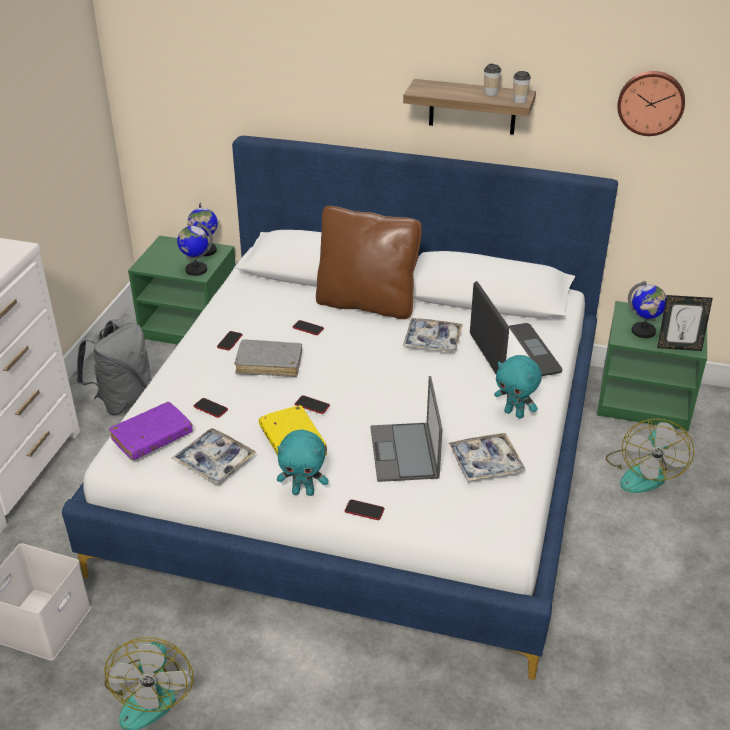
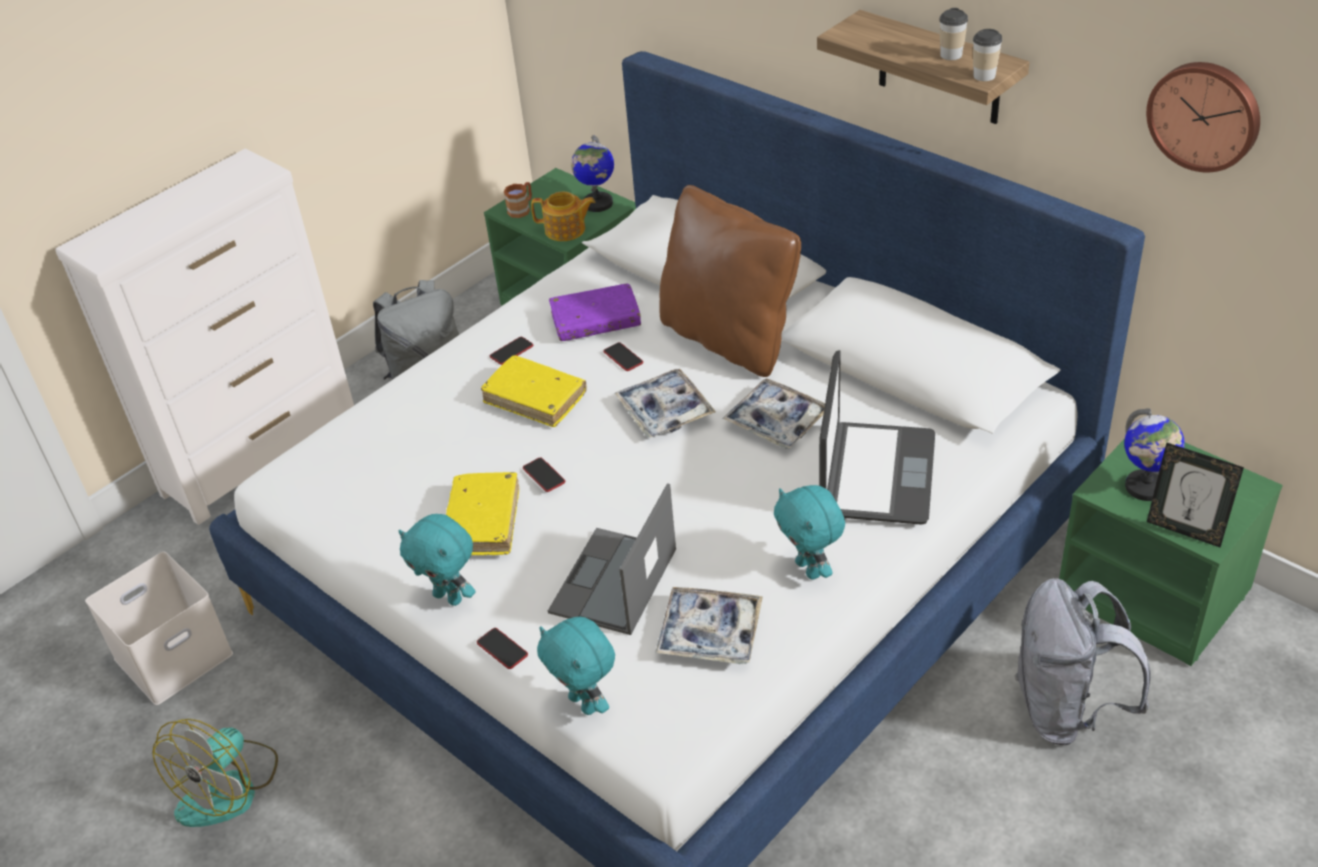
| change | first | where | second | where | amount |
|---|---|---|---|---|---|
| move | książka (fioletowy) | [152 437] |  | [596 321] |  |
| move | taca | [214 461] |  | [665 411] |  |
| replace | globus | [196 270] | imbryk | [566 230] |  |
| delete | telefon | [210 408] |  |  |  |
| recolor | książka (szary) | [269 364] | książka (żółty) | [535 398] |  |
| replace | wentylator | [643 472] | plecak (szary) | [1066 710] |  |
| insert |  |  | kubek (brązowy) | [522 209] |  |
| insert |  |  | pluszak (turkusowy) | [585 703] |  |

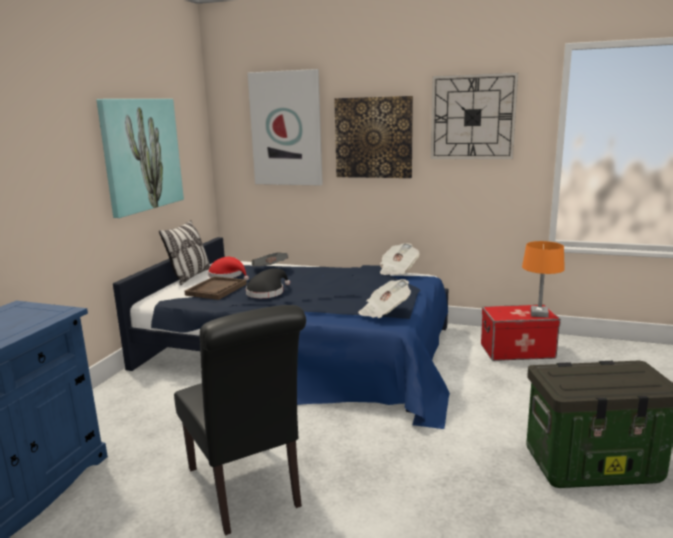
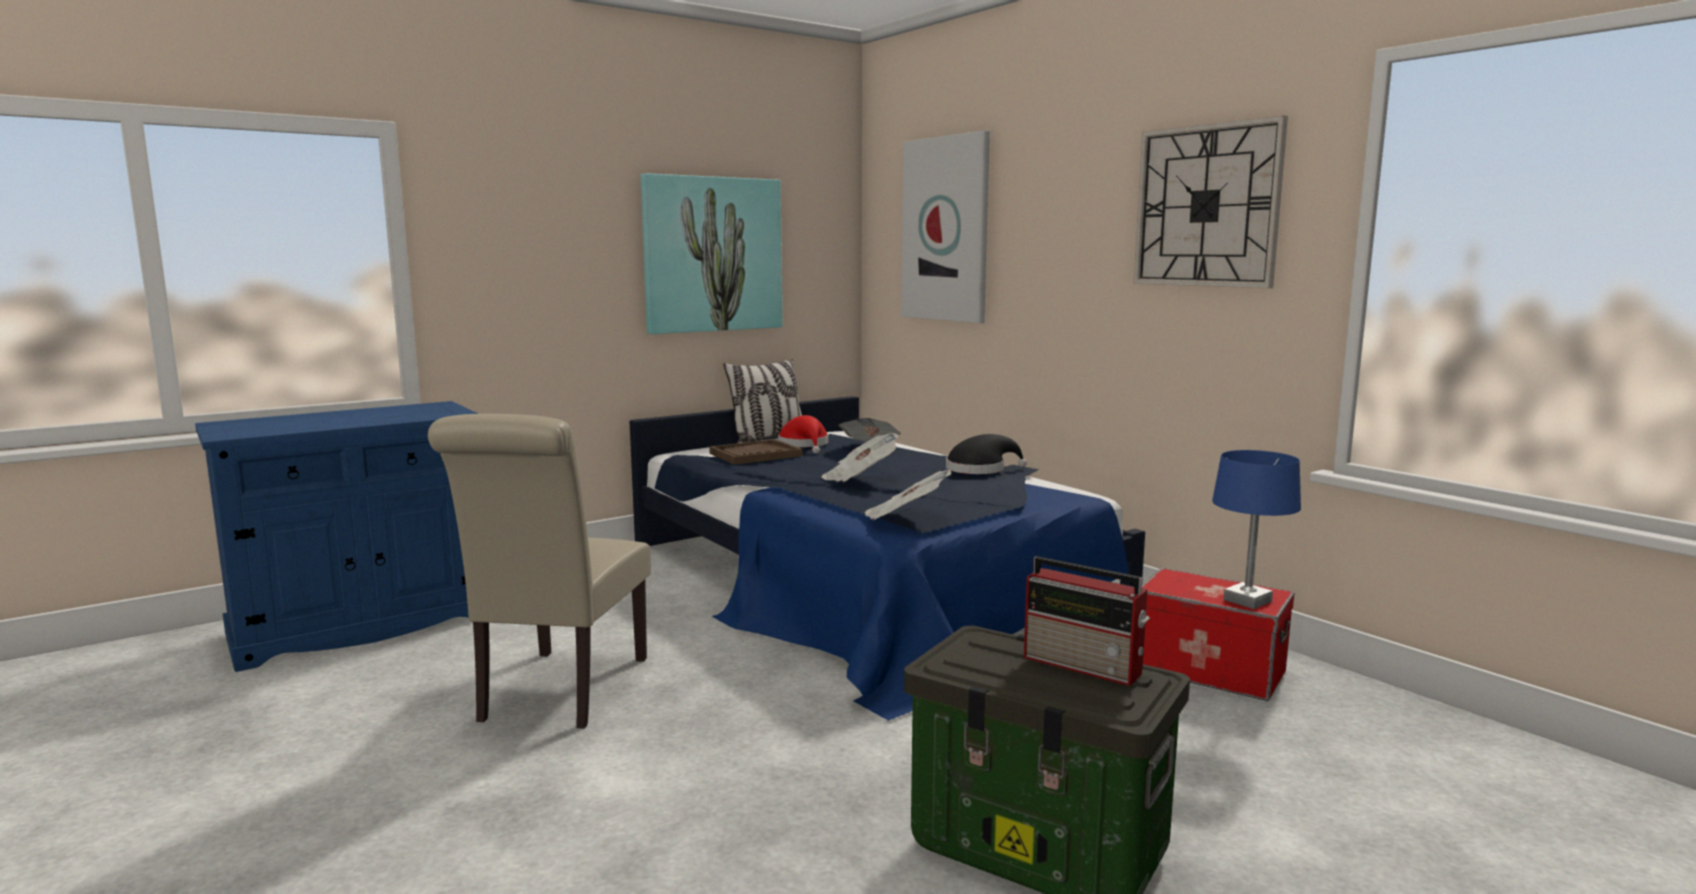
| change | first | where | second | where | amount |
|---|---|---|---|---|---|
| recolor | krzesło (czarny) | [247 490] | krzesło (beżowy) | [559 693] |  |
| move | kapelusz (czarny) | [267 292] |  | [980 469] |  |
| delete | obraz | [373 137] |  |  |  |
| move | gazeta | [397 270] |  | [860 478] |  |
| recolor | lampa stołowa (pomarańczowy) | [539 314] | lampa stołowa (niebieski) | [1247 601] |  |
| insert |  |  | radio | [1085 666] |  |

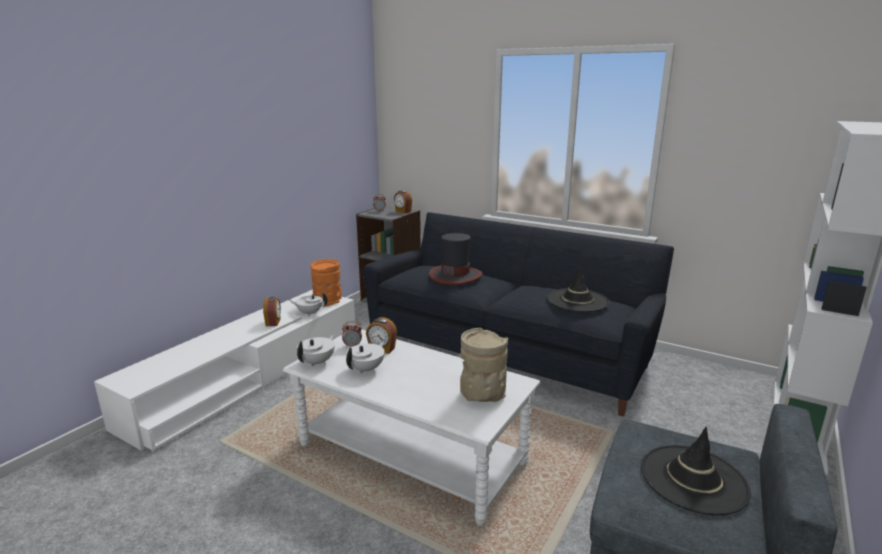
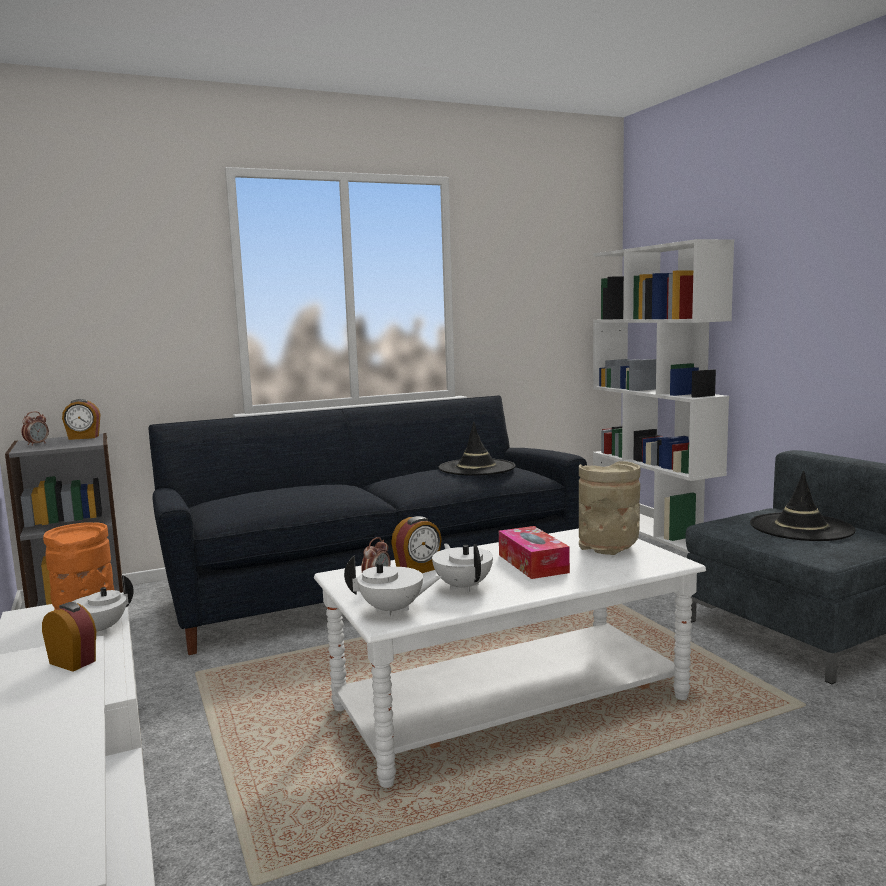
| change | first | where | second | where | amount |
|---|---|---|---|---|---|
| rotate | imbryk (biały) | [318 362] |  | [392 610] | 120 degrees clockwise |
| delete | kapelusz | [455 276] |  |  |  |
| insert |  |  | pudełko chusteczek | [532 563] |  |

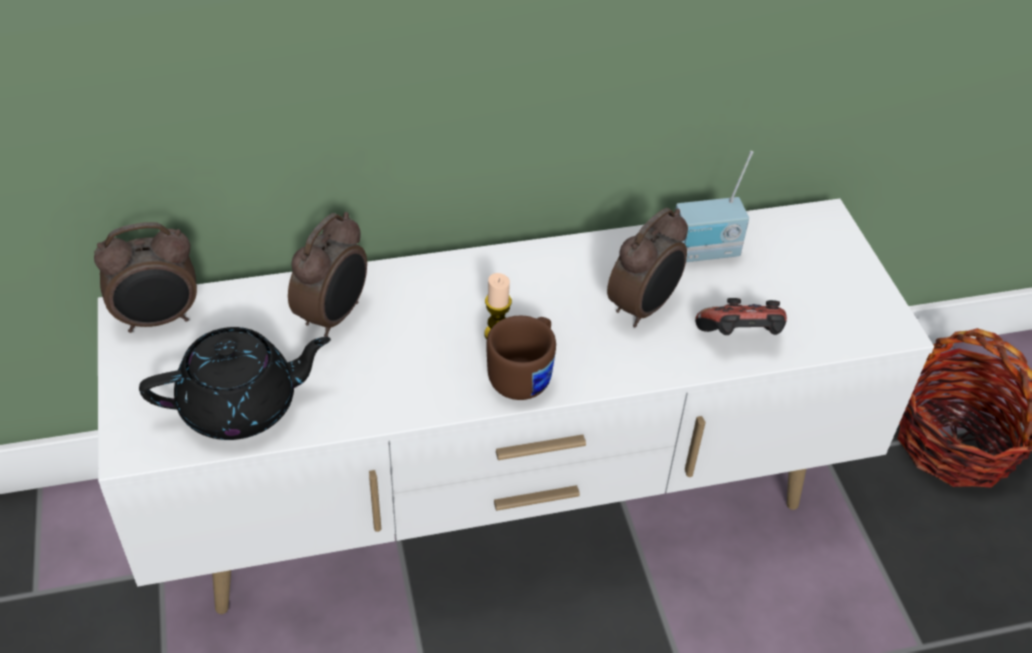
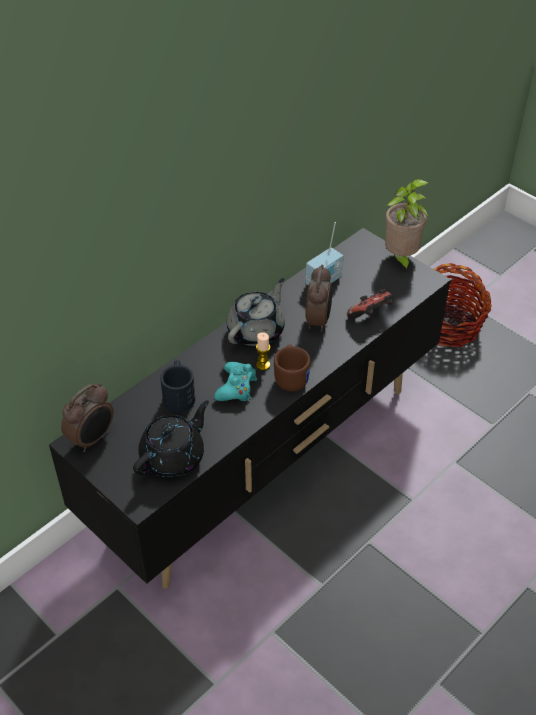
| change | first | where | second | where | amount |
|---|---|---|---|---|---|
| recolor | szafka pod telewizor (biały) | [508 506] | szafka pod telewizor (czarny) | [267 461] |  |
| replace | budzik | [334 316] | kubek (czarny) | [179 394] |  |
| insert |  |  | pad do gier (turkusowy) | [236 387] |  |
| insert |  |  | imbryk (szary) | [257 330] |  |
| insert |  |  | roślina doniczkowa | [400 258] |  |

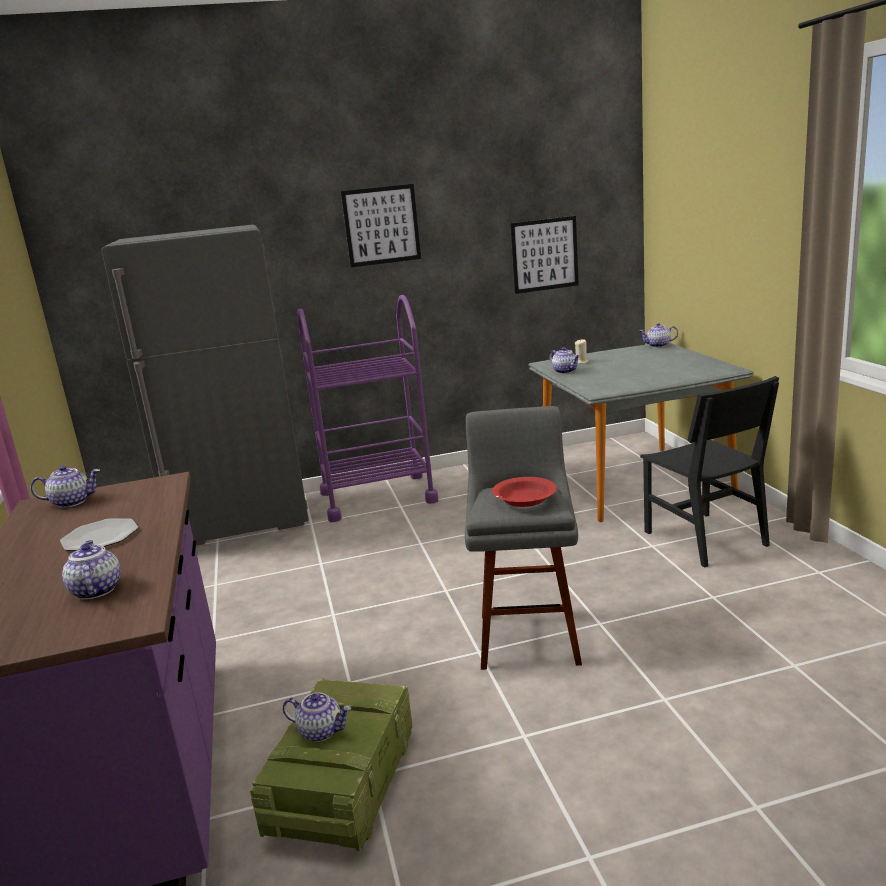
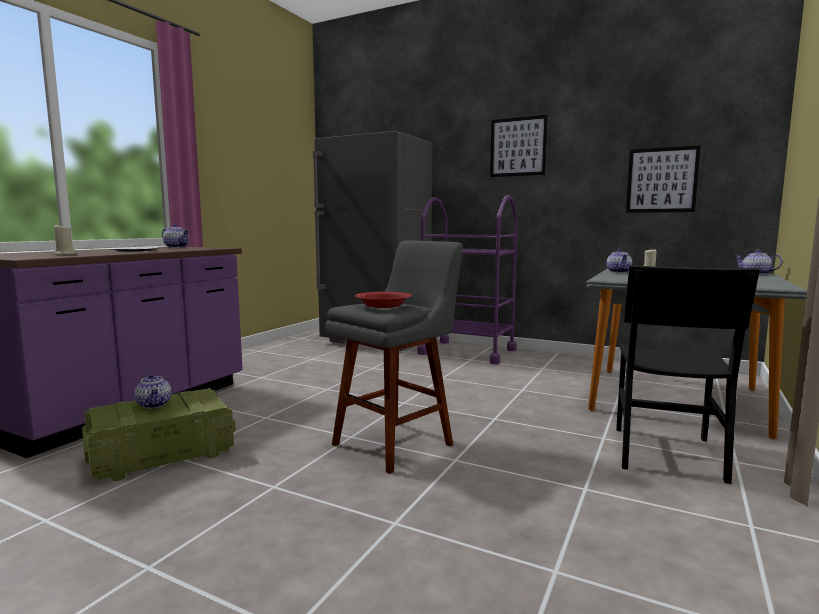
| change | first | where | second | where | amount |
|---|---|---|---|---|---|
| replace | imbryk | [96 590] | świeca (beżowy) | [64 254] |  |

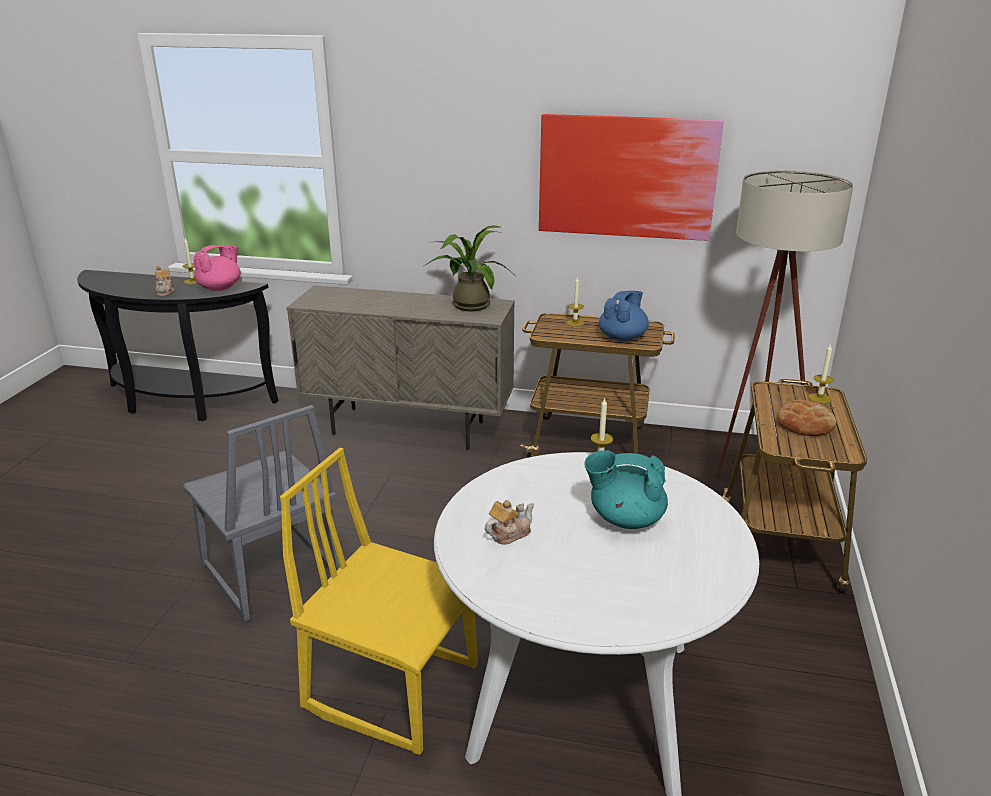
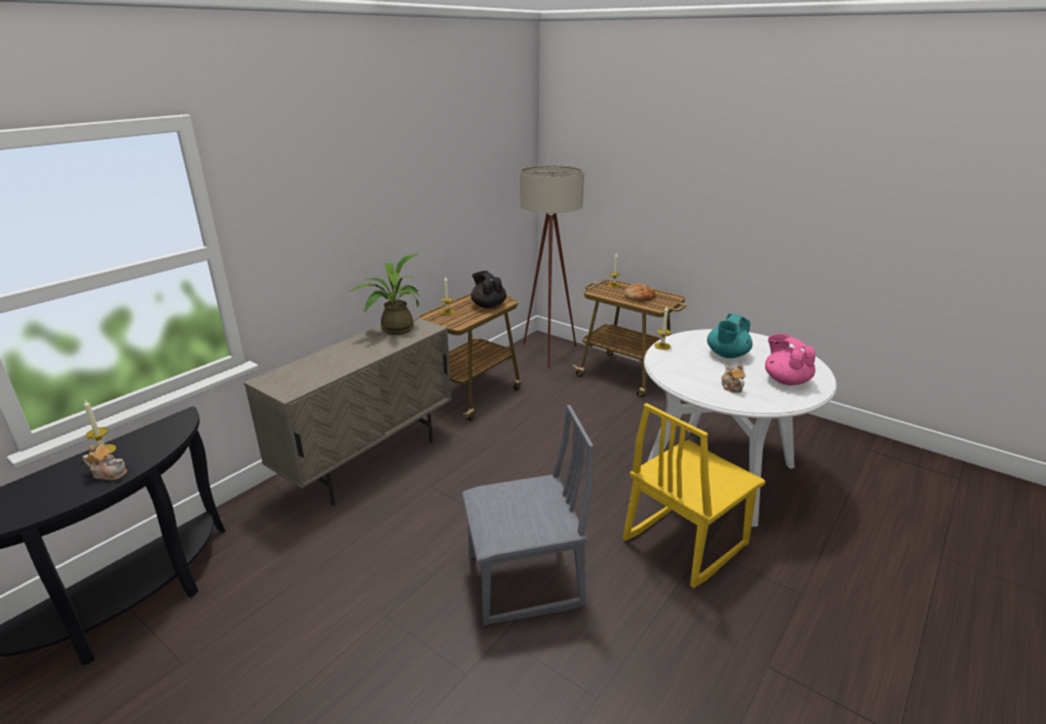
| change | first | where | second | where | amount |
|---|---|---|---|---|---|
| move | imbryk (różowy) | [220 288] |  | [786 380] |  |
| delete | obraz | [626 177] |  |  |  |
| recolor | imbryk (niebieski) | [622 337] | imbryk (czarny) | [488 305] |  |

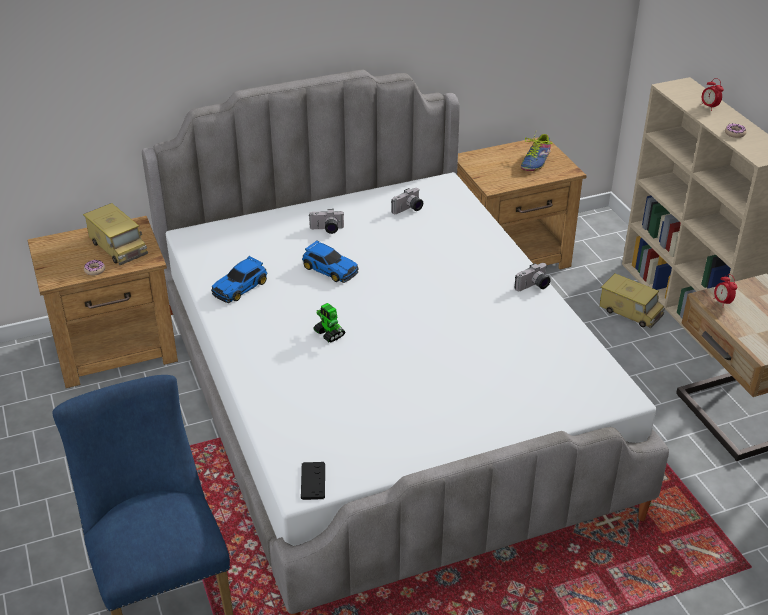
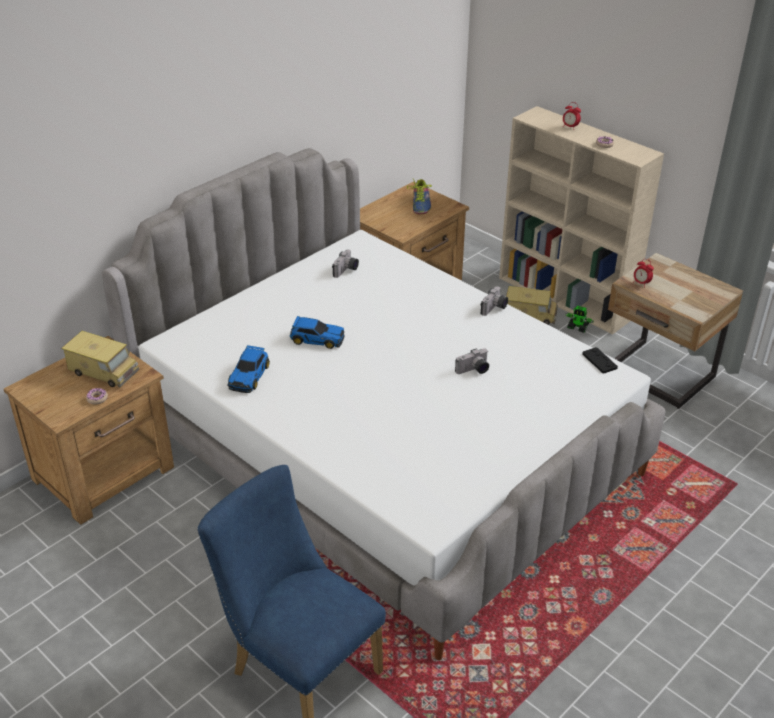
| change | first | where | second | where | amount |
|---|---|---|---|---|---|
| move | pad do gier (czarny) | [313 481] |  | [599 361] |  |
| move | aparat fotograficzny | [327 230] |  | [473 370] |  |
| move | robot zabawkowy | [329 334] |  | [578 328] |  |

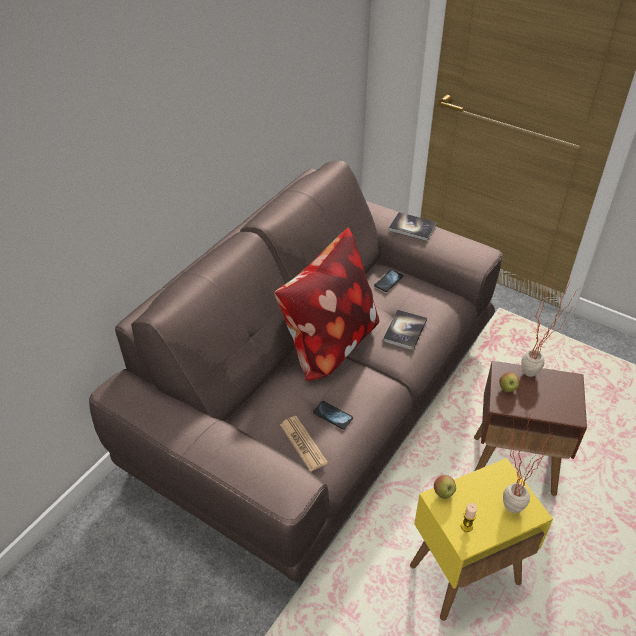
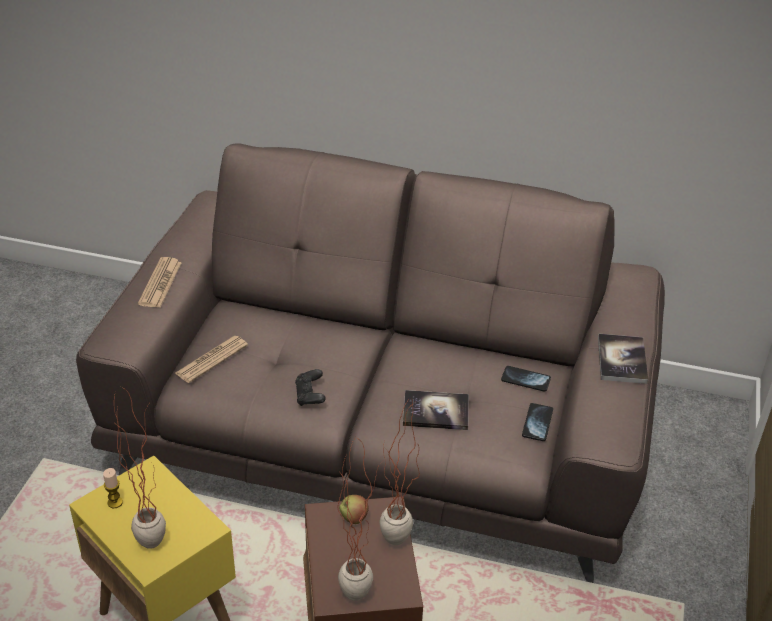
| change | first | where | second | where | amount |
|---|---|---|---|---|---|
| delete | poduszka | [328 343] |  |  |  |
| move | telefon | [333 416] |  | [537 423] |  |
| delete | jabłko | [443 493] |  |  |  |
| insert |  |  | gazeta | [160 283] |  |
| insert |  |  | pad do gier (czarny) | [310 396] |  |
| insert |  |  | roślina doniczkowa | [359 586] |  |

